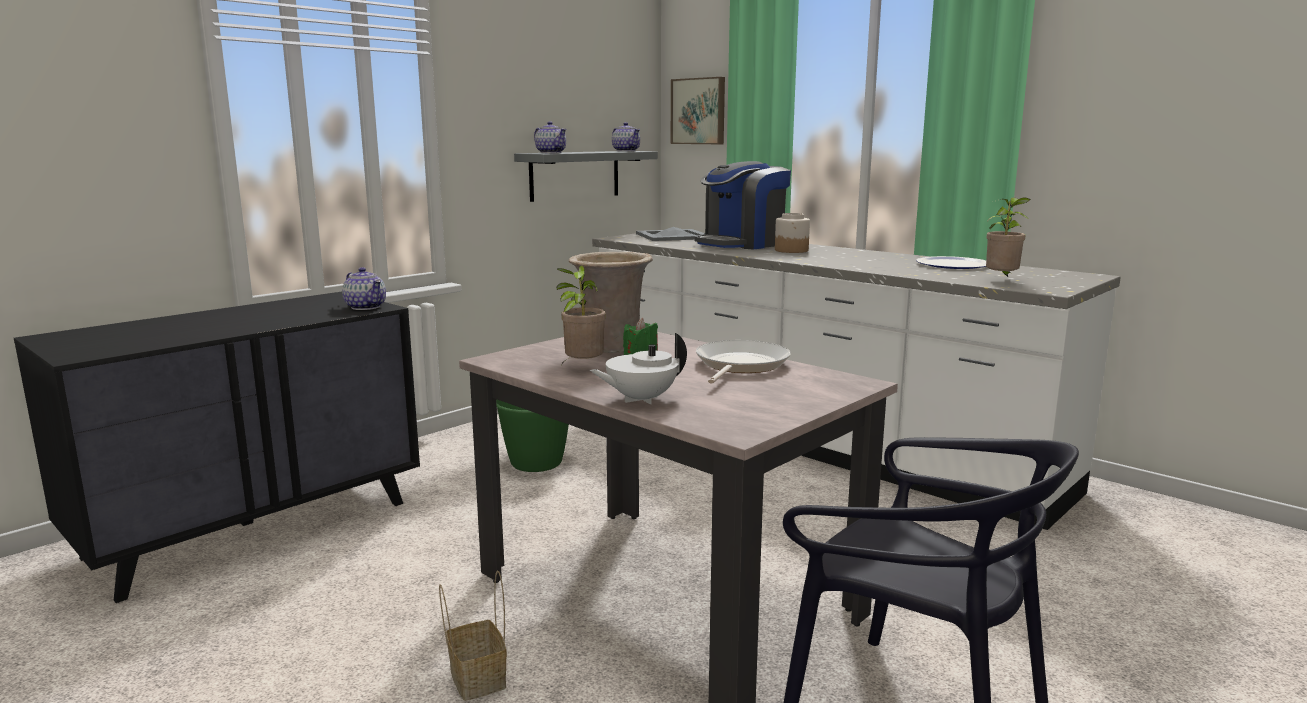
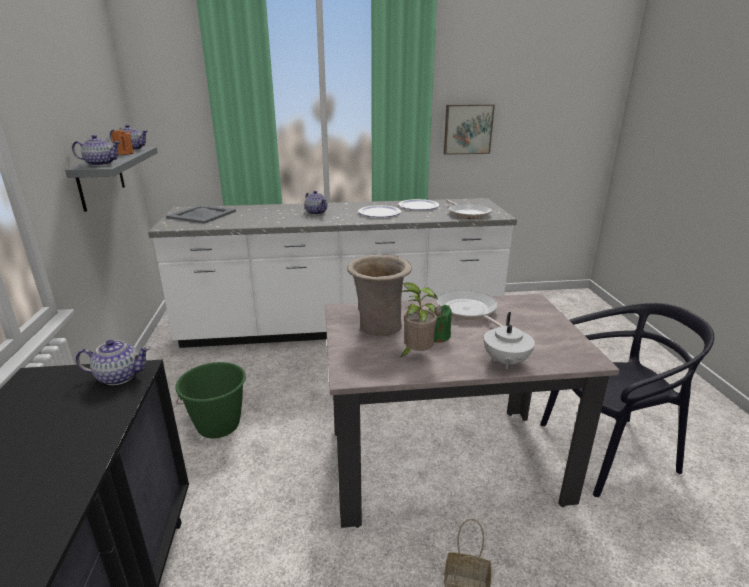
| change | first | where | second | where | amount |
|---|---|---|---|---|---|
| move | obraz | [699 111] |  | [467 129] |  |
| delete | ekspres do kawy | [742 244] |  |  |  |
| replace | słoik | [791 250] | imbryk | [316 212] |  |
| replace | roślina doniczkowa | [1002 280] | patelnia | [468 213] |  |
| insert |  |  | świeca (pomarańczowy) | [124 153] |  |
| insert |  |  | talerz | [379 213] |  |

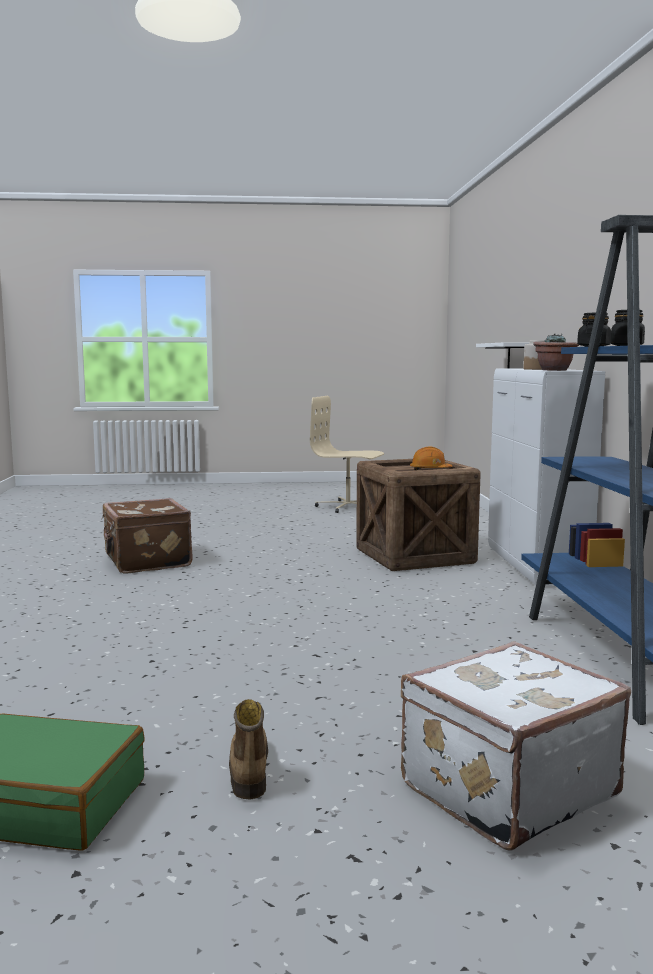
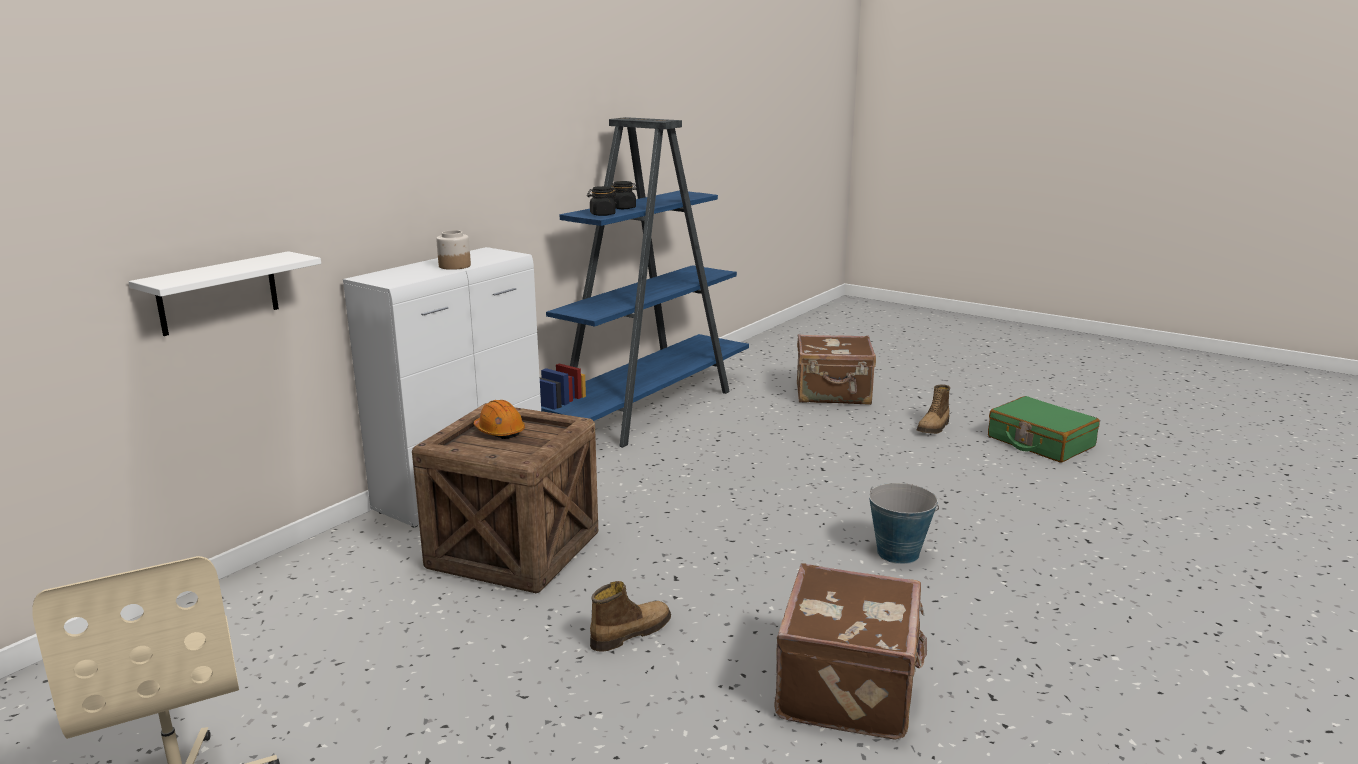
| change | first | where | second | where | amount |
|---|---|---|---|---|---|
| recolor | walizka (biały) | [505 789] | walizka (brązowy) | [833 394] |  |
| delete | roślina doniczkowa | [555 370] |  |  |  |
| insert |  |  | but z cholewką | [630 633] |  |
| insert |  |  | wiadro | [897 553] |  |

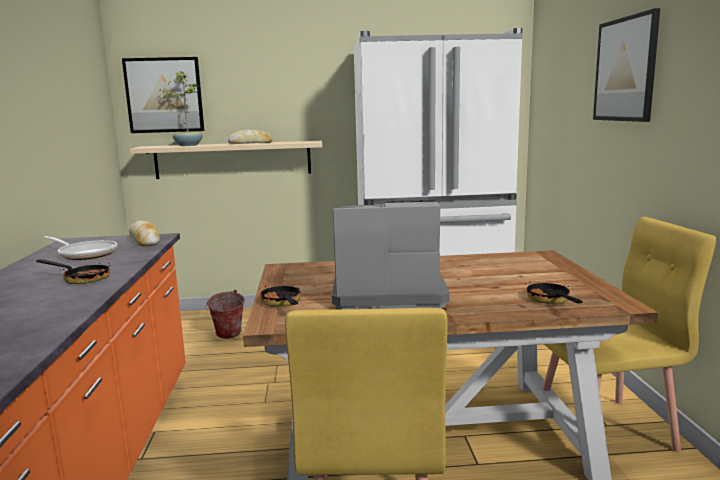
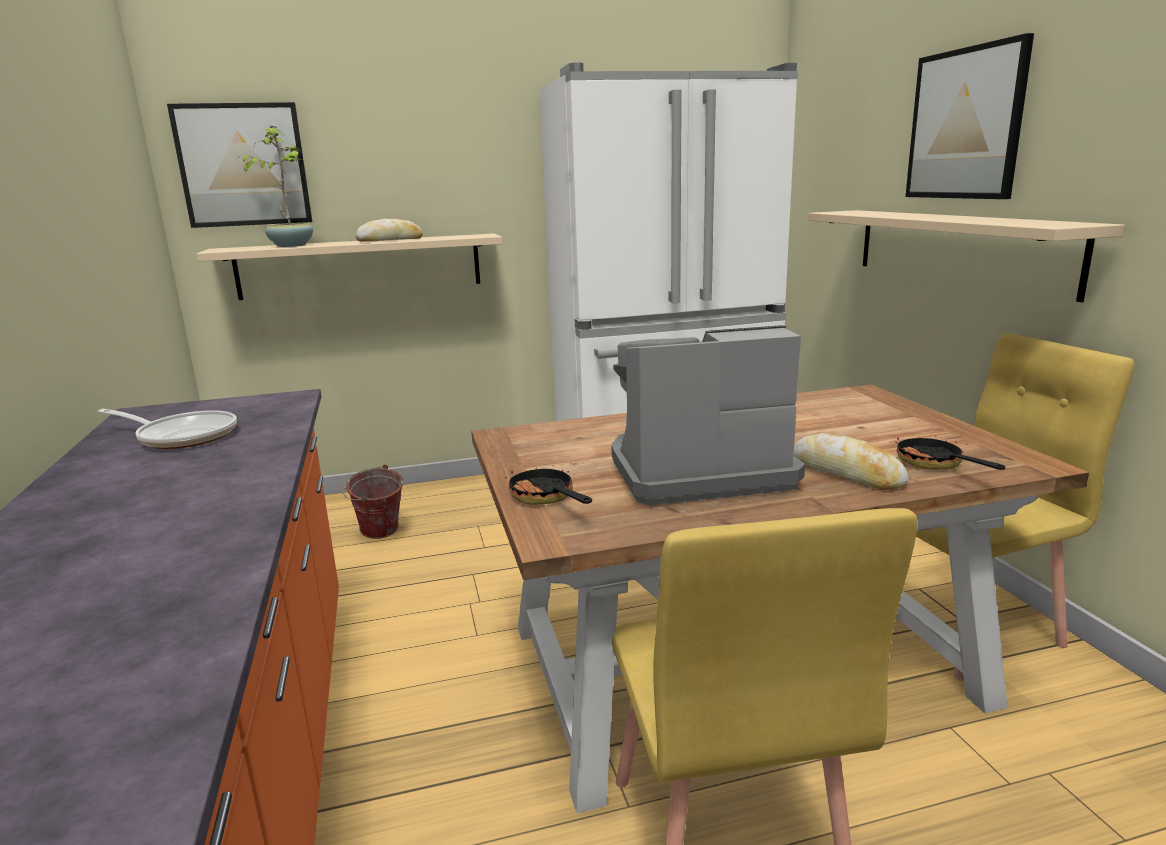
| change | first | where | second | where | amount |
|---|---|---|---|---|---|
| delete | patelnia | [82 279] |  |  |  |
| move | chleb | [145 240] |  | [846 473] |  |
| insert |  |  | półka (beżowy) | [957 248] |  |

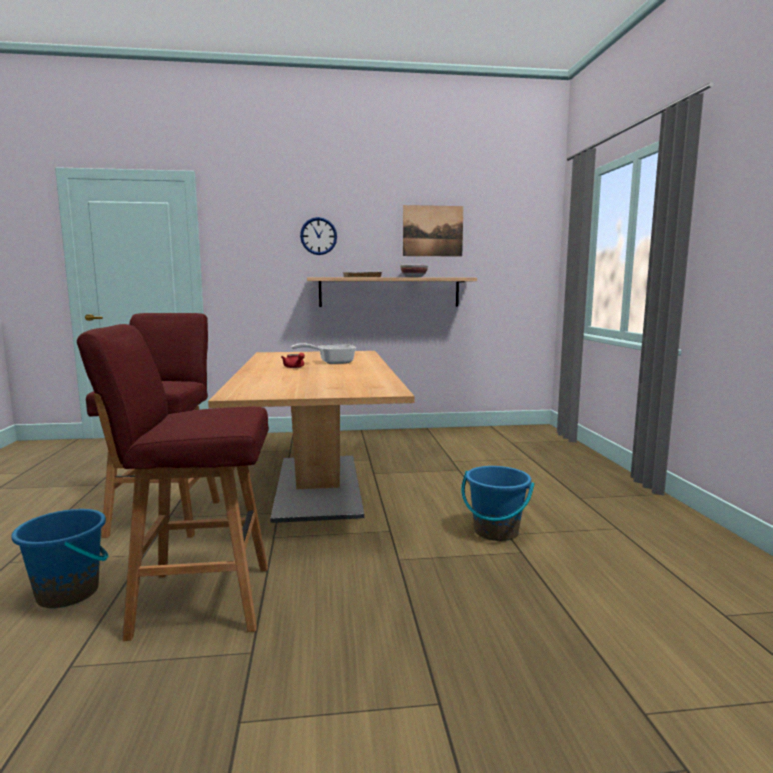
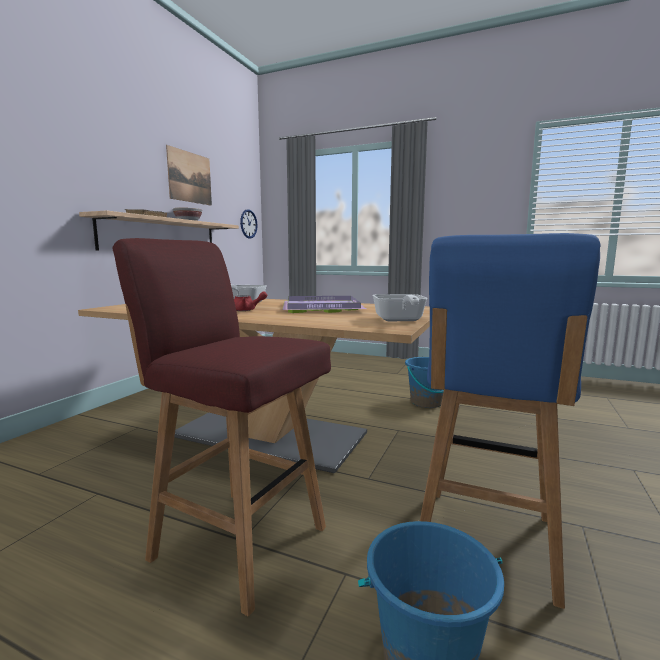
| change | first | where | second | where | amount |
|---|---|---|---|---|---|
| recolor | stołek (czerwony) | [199 600] | stołek (niebieski) | [485 542] |  |
| move | zegar ścienny | [318 236] |  | [248 224] |  |
| insert |  |  | taca (fioletowy) | [323 307] |  |
| insert |  |  | patelnia | [399 320] |  |

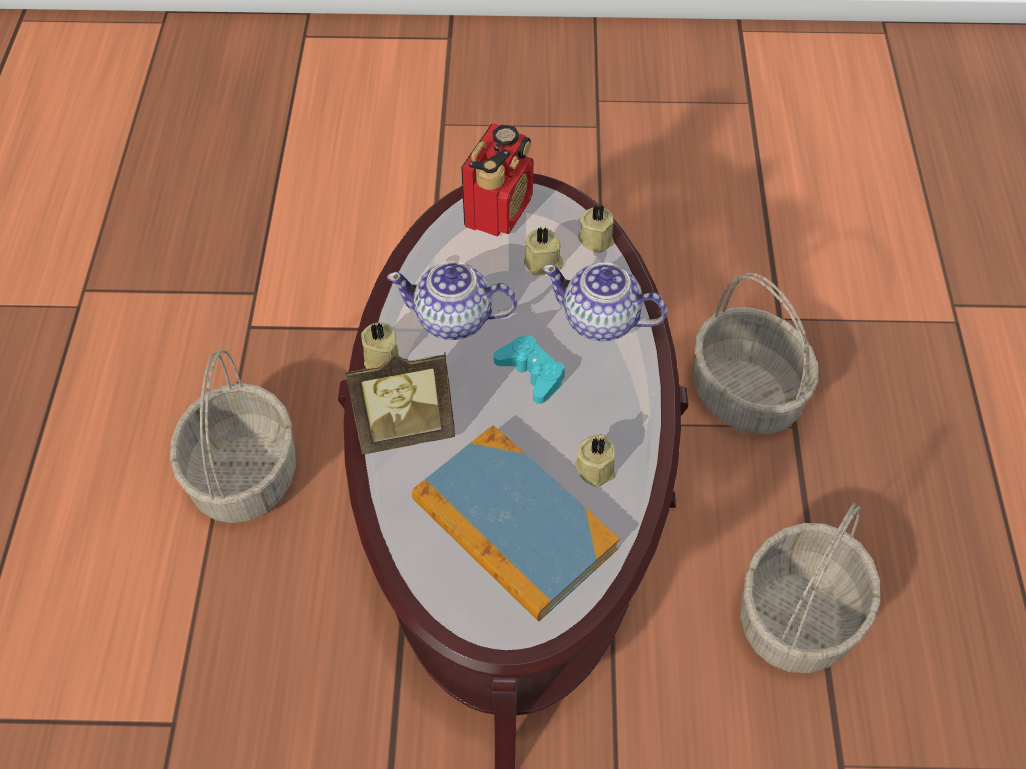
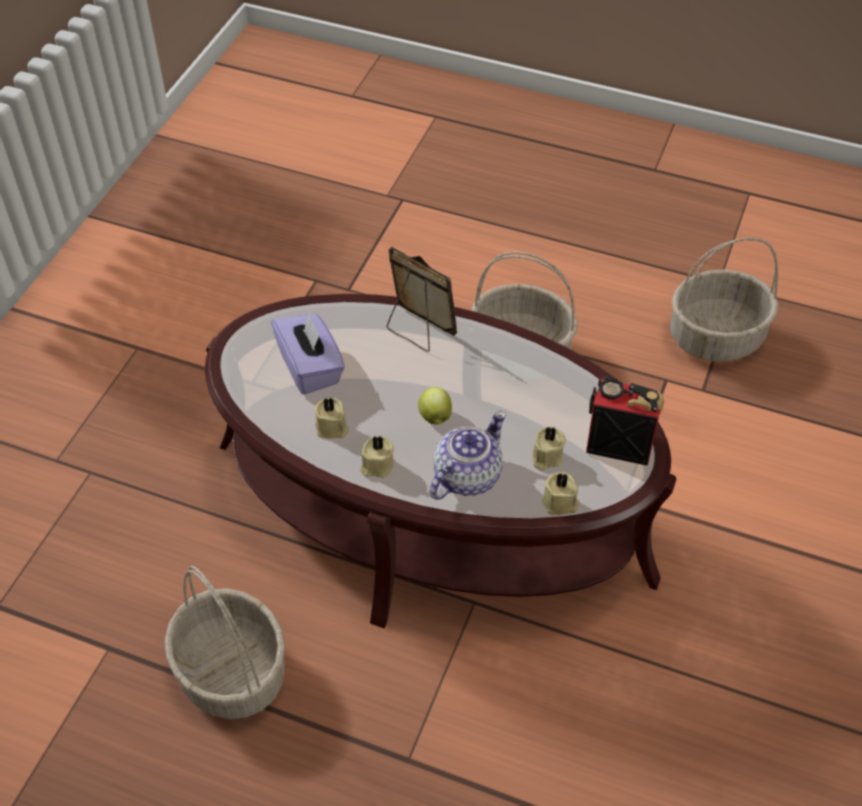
| change | first | where | second | where | amount |
|---|---|---|---|---|---|
| rotate | ramka na zdjęcie | [405 429] |  | [418 330] | 120 degrees clockwise |
| move | świeca (beżowy) | [382 358] |  | [376 465] |  |
| delete | imbryk | [454 319] |  |  |  |
| replace | książka | [513 525] | pudełko chusteczek (fioletowy) | [310 368] |  |
| rotate | radio | [499 210] |  | [618 443] | 150 degrees clockwise |
| replace | pad do gier (turkusowy) | [531 373] | jabłko | [435 416] |  |
| move | koszyk | [747 394] |  | [715 338] |  |

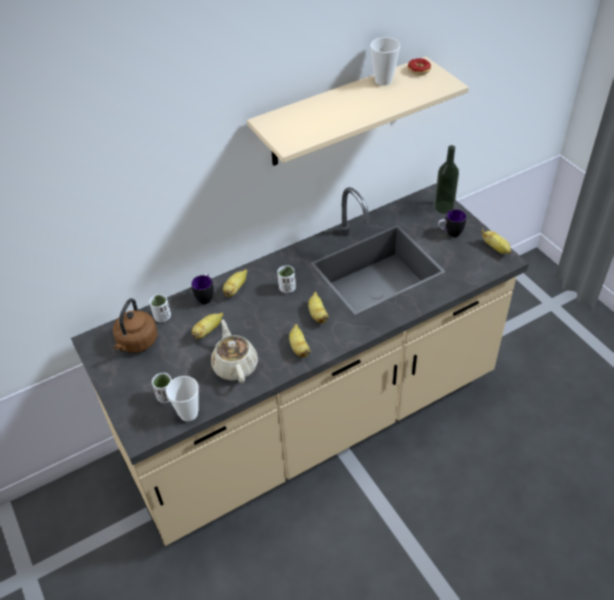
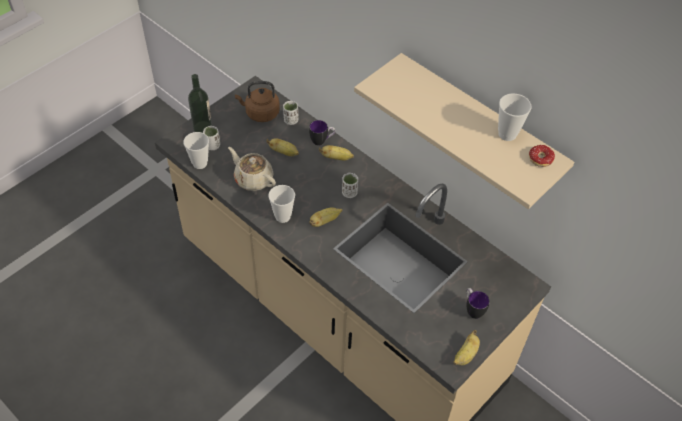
| change | first | where | second | where | amount |
|---|---|---|---|---|---|
| rotate | imbryk (beżowy) | [235 365] |  | [253 179] | 105 degrees counterclockwise |
| replace | banan | [299 348] | filiżanka | [283 216] |  |
| move | butelka | [444 207] |  | [202 127] |  |

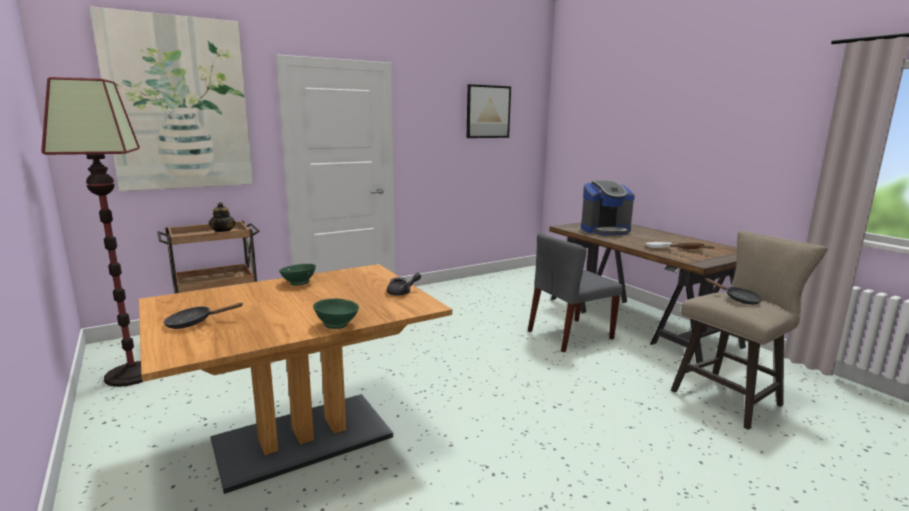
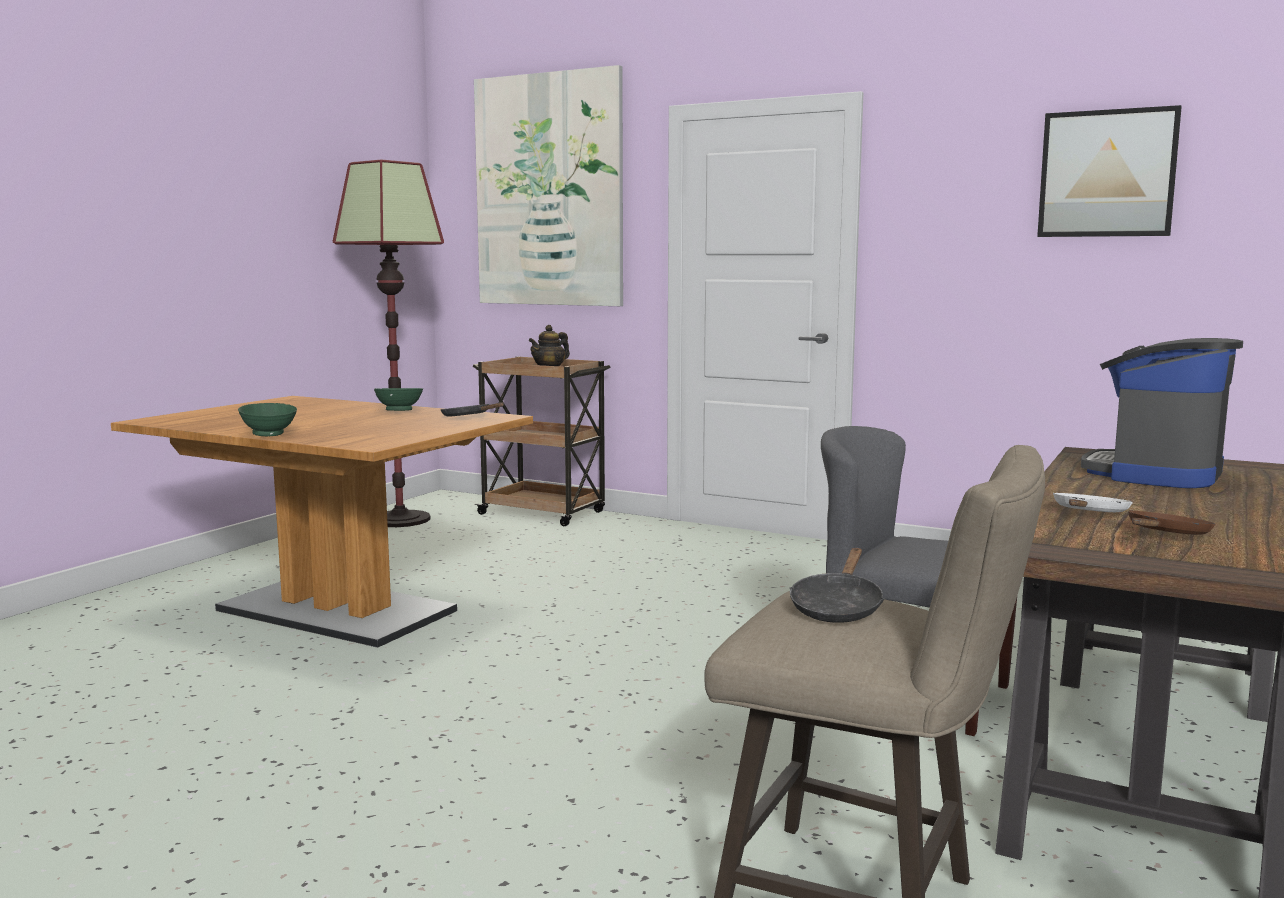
| change | first | where | second | where | amount |
|---|---|---|---|---|---|
| move | patelnia (czarny) | [194 323] |  | [469 417] |  |
| delete | imbryk (szary) | [402 292] |  |  |  |
| rotate | ekspres do kawy | [605 230] |  | [1155 473] | 75 degrees clockwise |

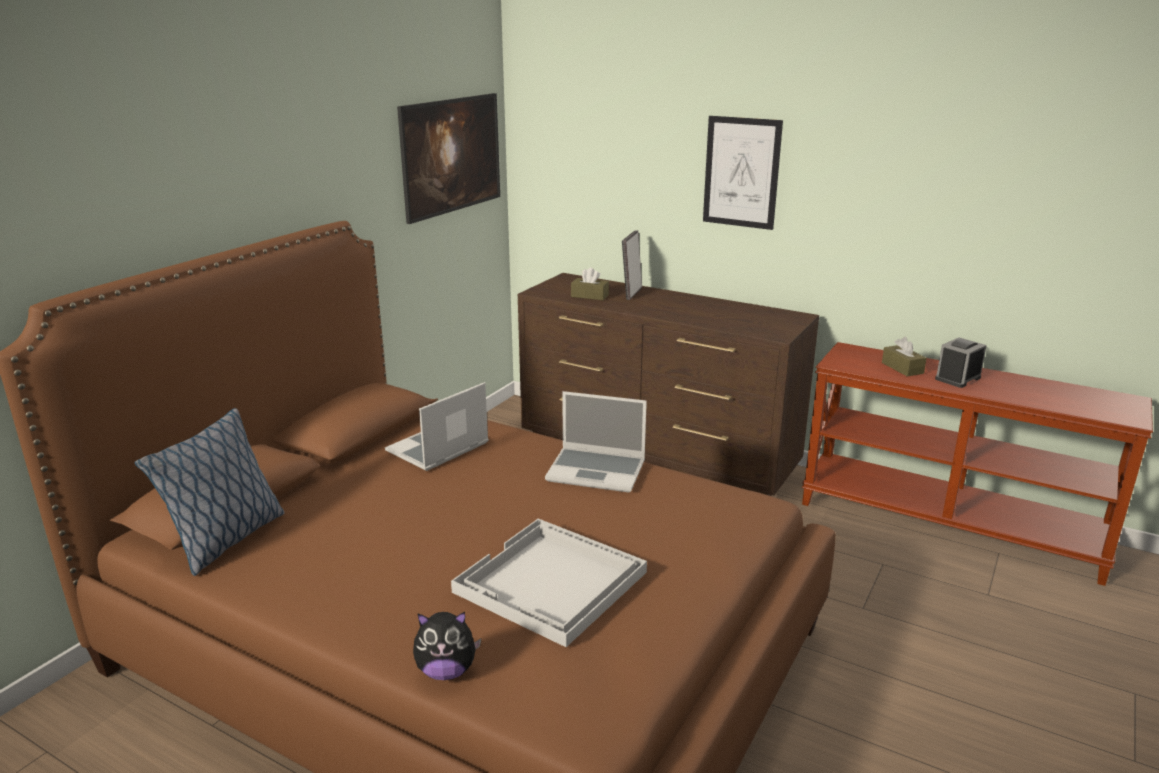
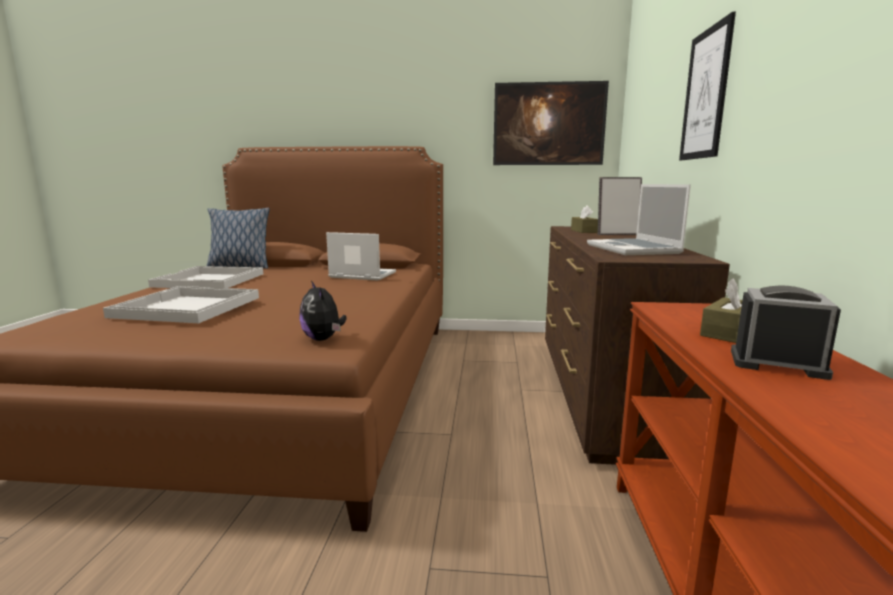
| change | first | where | second | where | amount |
|---|---|---|---|---|---|
| move | pluszak | [446 671] |  | [323 339] |  |
| move | laptop | [597 471] |  | [634 249] |  |
| insert |  |  | taca (biały) | [210 280] |  |

